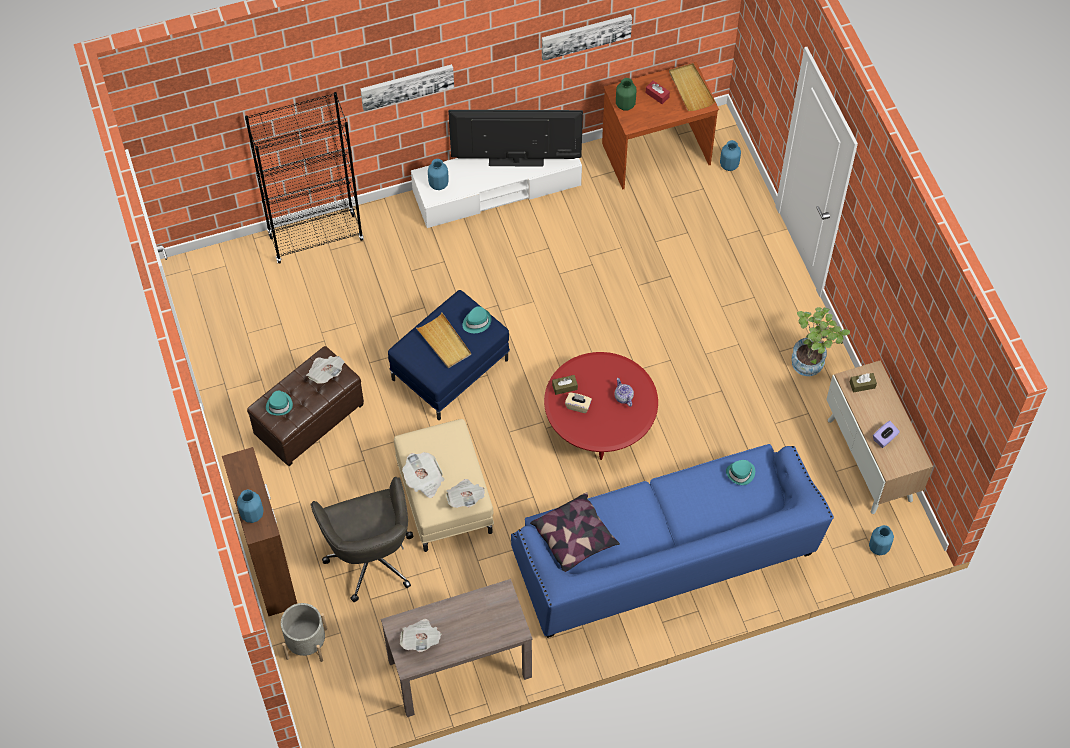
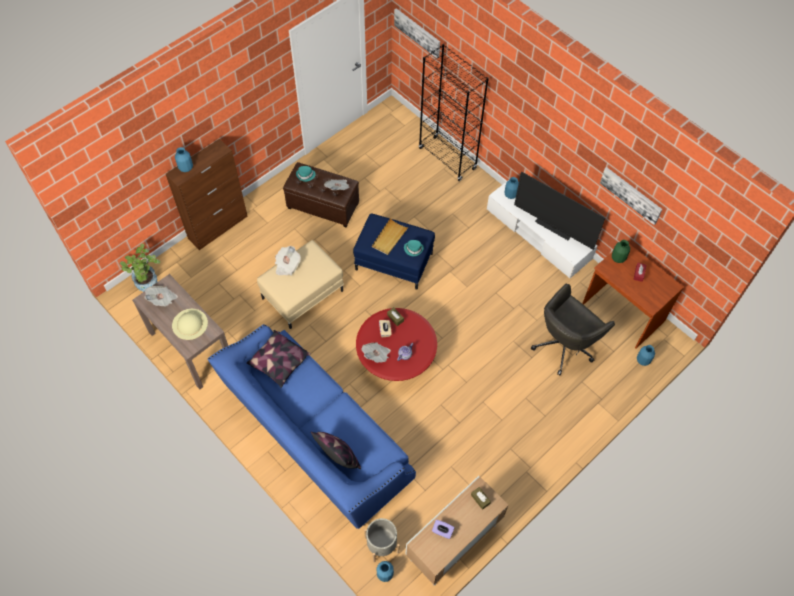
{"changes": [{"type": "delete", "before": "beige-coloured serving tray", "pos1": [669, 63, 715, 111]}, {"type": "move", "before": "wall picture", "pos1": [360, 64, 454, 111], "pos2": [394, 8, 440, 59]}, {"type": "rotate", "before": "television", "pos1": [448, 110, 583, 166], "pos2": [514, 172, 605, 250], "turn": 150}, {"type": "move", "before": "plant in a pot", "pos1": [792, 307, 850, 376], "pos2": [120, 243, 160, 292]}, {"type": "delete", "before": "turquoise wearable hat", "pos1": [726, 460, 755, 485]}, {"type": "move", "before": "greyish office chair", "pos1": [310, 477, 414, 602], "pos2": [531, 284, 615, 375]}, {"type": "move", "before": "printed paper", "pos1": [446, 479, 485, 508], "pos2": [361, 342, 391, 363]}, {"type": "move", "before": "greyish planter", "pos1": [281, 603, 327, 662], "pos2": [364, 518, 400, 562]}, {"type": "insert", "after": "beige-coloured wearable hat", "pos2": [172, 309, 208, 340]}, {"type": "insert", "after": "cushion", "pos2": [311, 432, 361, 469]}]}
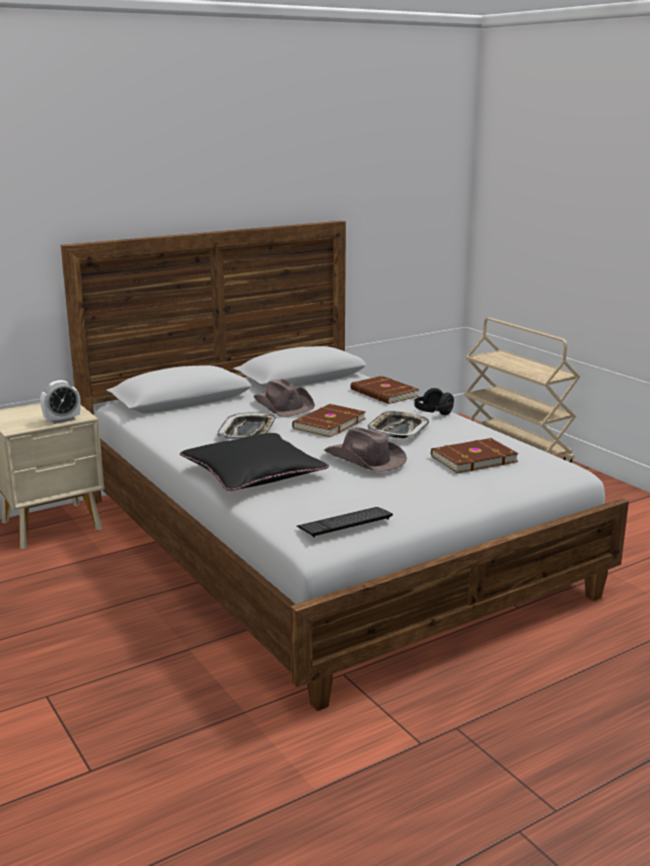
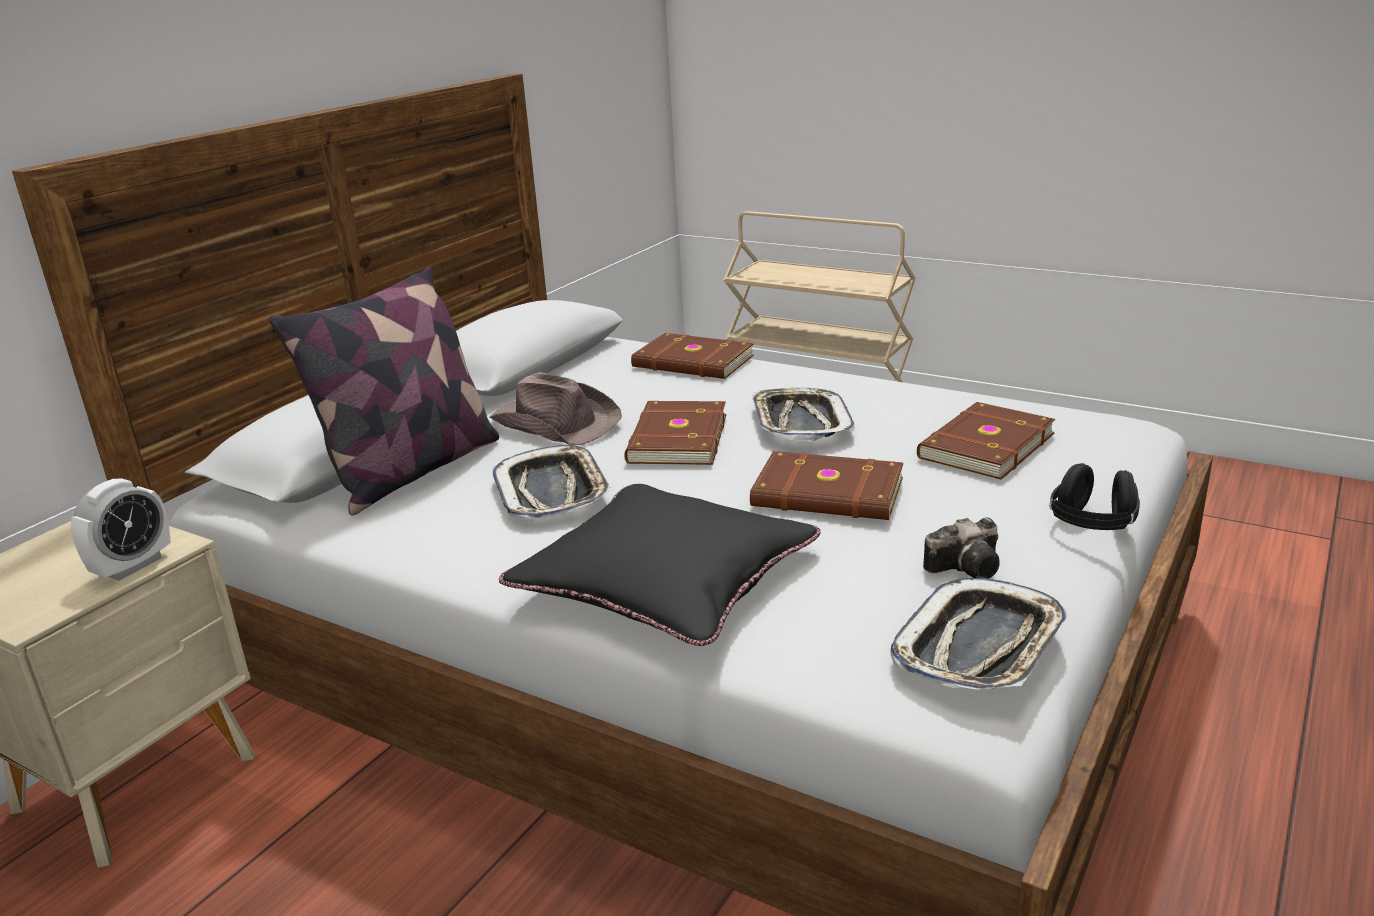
{"changes": [{"type": "move", "before": "black-coloured headphones", "pos1": [414, 388, 454, 415], "pos2": [1049, 463, 1140, 530]}, {"type": "replace", "before": "brownish wearable hat", "after": "brownish book", "pos1": [324, 427, 407, 472], "pos2": [750, 451, 903, 520]}, {"type": "replace", "before": "keyboard", "after": "serving tray", "pos1": [297, 507, 393, 538], "pos2": [890, 578, 1067, 690]}, {"type": "insert", "after": "cushion", "pos2": [269, 267, 499, 515]}, {"type": "insert", "after": "still camera", "pos2": [923, 517, 999, 579]}]}
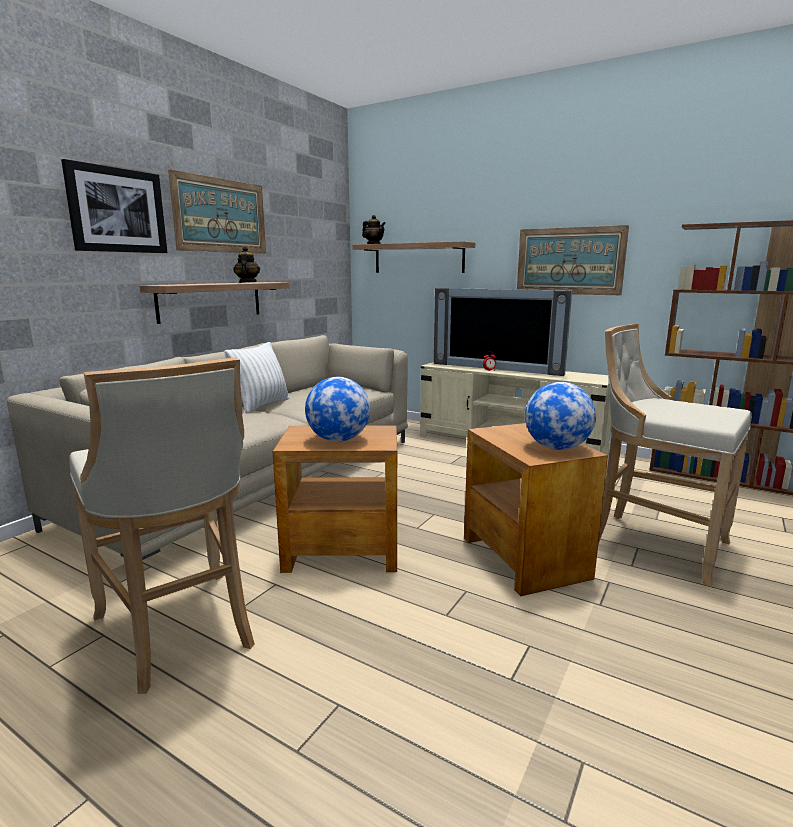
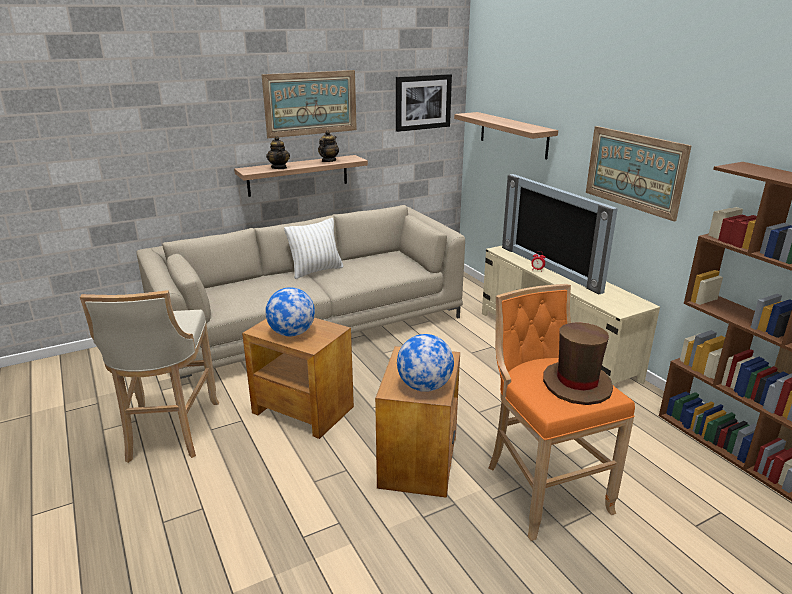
{"changes": [{"type": "move", "before": "wall picture", "pos1": [61, 159, 167, 253], "pos2": [396, 74, 452, 132]}, {"type": "move", "before": "teapot", "pos1": [362, 215, 386, 244], "pos2": [266, 136, 290, 169]}, {"type": "recolor", "before": "beige-coloured stool", "after": "orangey stool", "pos1": [599, 324, 752, 587], "pos2": [488, 284, 635, 541]}, {"type": "insert", "after": "brownish wearable hat", "pos2": [543, 322, 613, 405]}]}
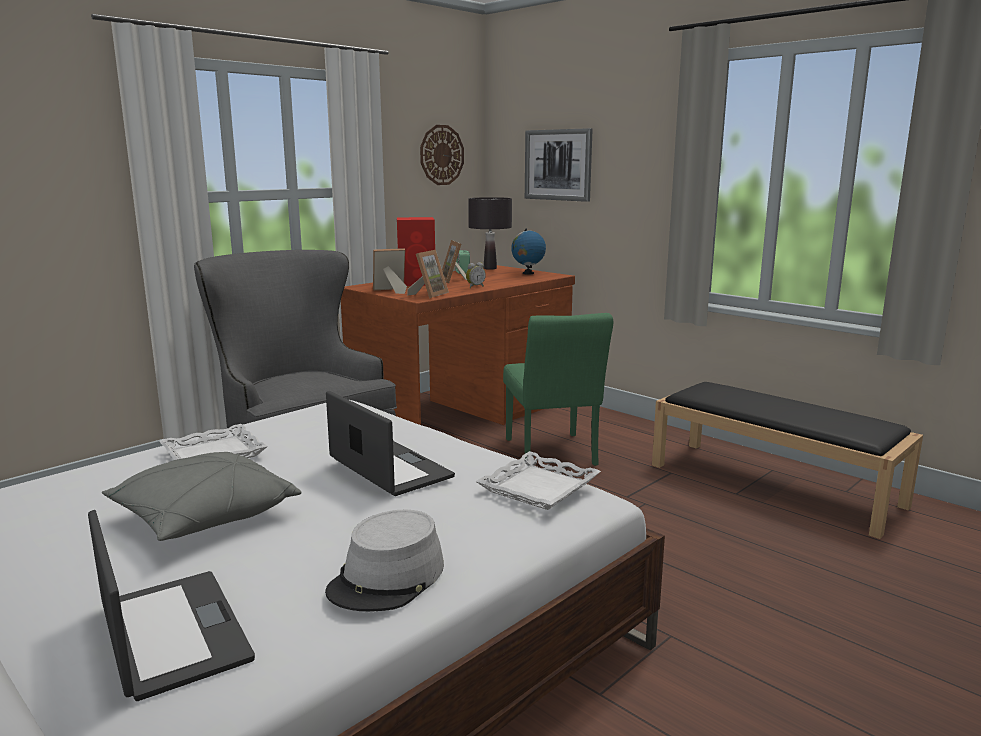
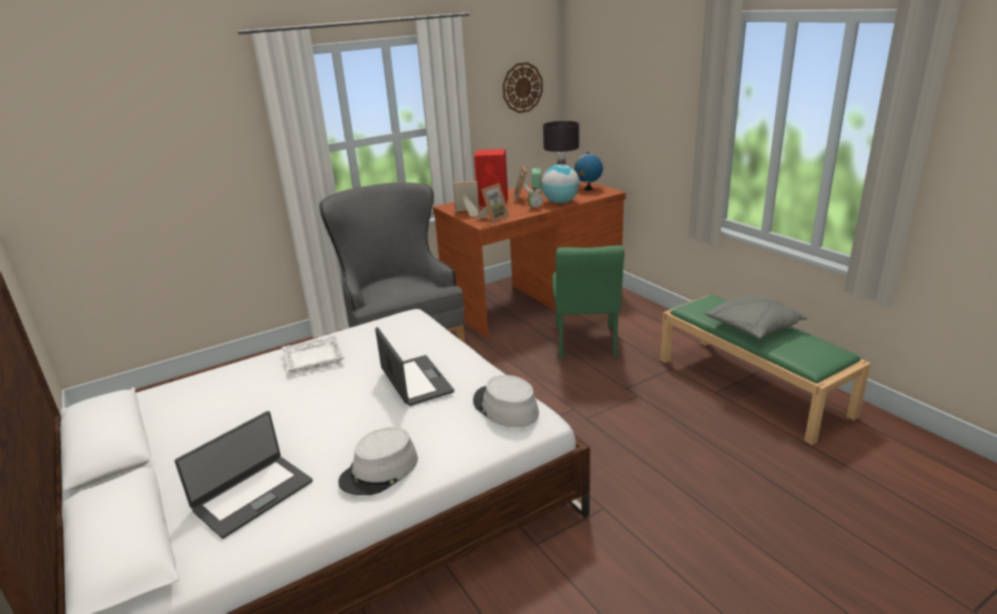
{"changes": [{"type": "delete", "before": "wall picture", "pos1": [525, 128, 593, 202]}, {"type": "recolor", "before": "black-coloured indoor bench", "after": "green-coloured indoor bench", "pos1": [652, 382, 923, 539], "pos2": [660, 295, 871, 445]}, {"type": "replace", "before": "whitish serving tray", "after": "greyish wearable hat", "pos1": [475, 451, 601, 510], "pos2": [473, 375, 539, 427]}, {"type": "move", "before": "greyish cushion", "pos1": [102, 452, 301, 541], "pos2": [704, 294, 807, 339]}, {"type": "rotate", "before": "portable computer", "pos1": [88, 510, 255, 701], "pos2": [175, 411, 313, 539], "turn": 60}, {"type": "insert", "after": "world globe", "pos2": [541, 164, 580, 203]}]}
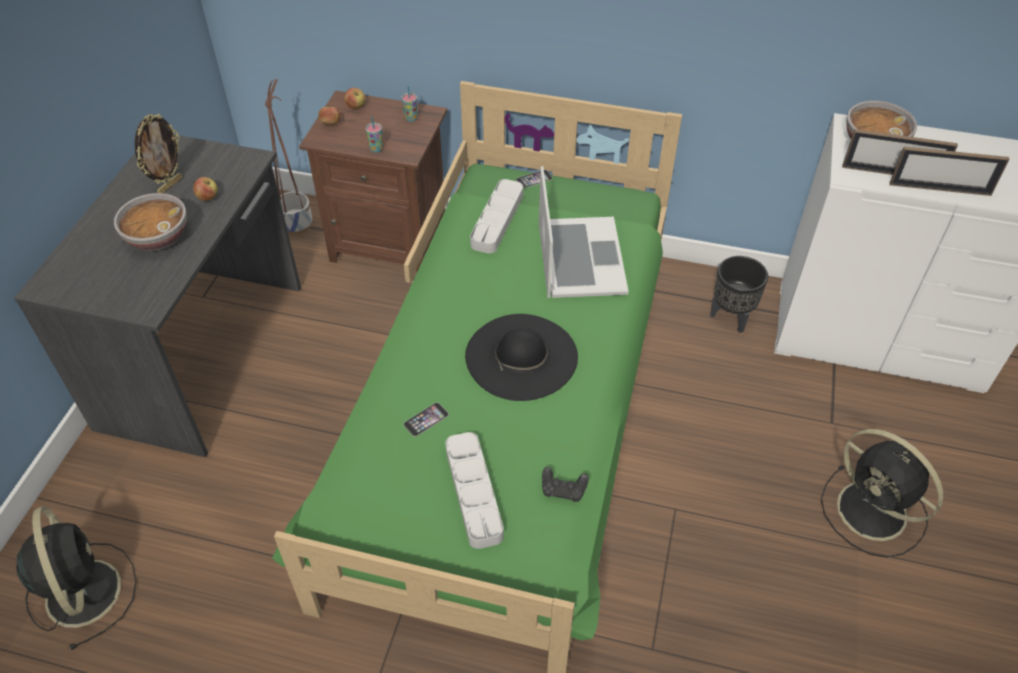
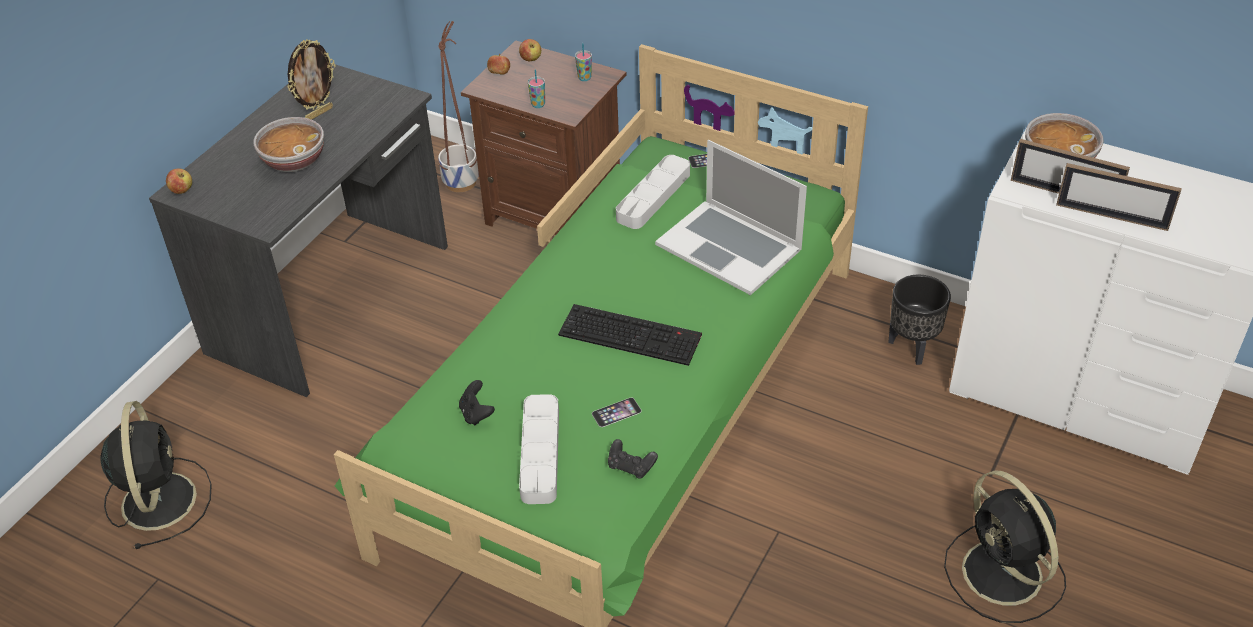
{"changes": [{"type": "rotate", "before": "portable computer", "pos1": [539, 166, 629, 298], "pos2": [655, 140, 807, 295], "turn": 120}, {"type": "move", "before": "apple", "pos1": [193, 177, 218, 201], "pos2": [166, 168, 192, 194]}, {"type": "replace", "before": "black-coloured wearable hat", "after": "keyboard", "pos1": [465, 314, 578, 401], "pos2": [558, 304, 702, 366]}, {"type": "move", "before": "phone", "pos1": [403, 402, 449, 437], "pos2": [592, 397, 641, 427]}, {"type": "insert", "after": "black-coloured game controller", "pos2": [459, 380, 495, 425]}]}
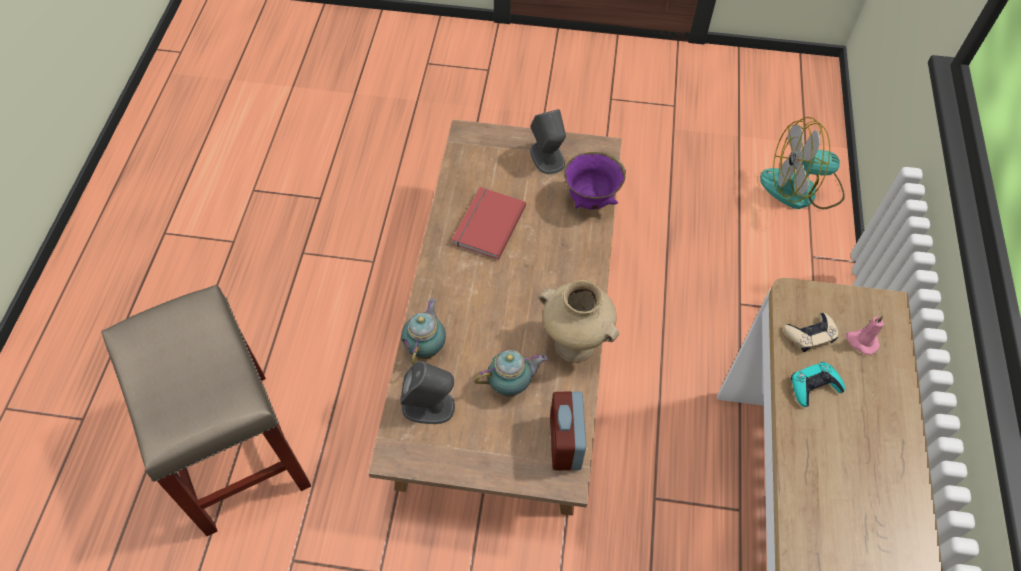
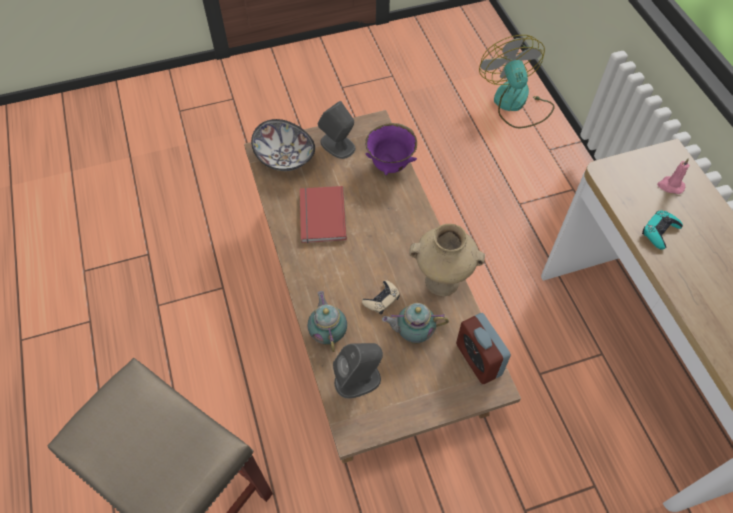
{"changes": [{"type": "rotate", "before": "fan", "pos1": [760, 117, 845, 209], "pos2": [479, 35, 555, 128], "turn": 105}, {"type": "move", "before": "beige-coloured game controller", "pos1": [784, 313, 838, 352], "pos2": [362, 280, 400, 314]}, {"type": "rotate", "before": "teapot", "pos1": [474, 350, 548, 396], "pos2": [382, 303, 449, 344], "turn": -135}, {"type": "insert", "after": "serving bowl", "pos2": [251, 119, 315, 171]}]}
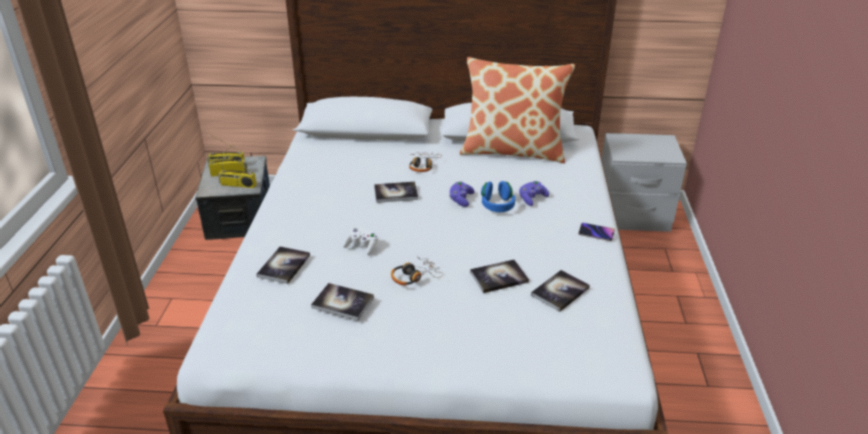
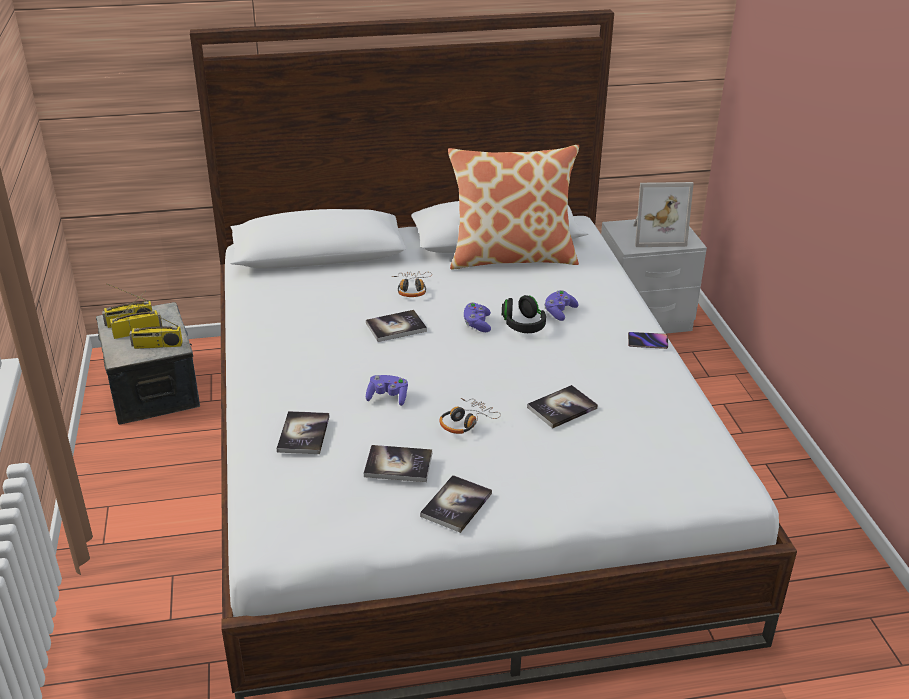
{"changes": [{"type": "recolor", "before": "bluish headphones", "after": "black-coloured headphones", "pos1": [481, 181, 515, 212], "pos2": [502, 295, 546, 333]}, {"type": "recolor", "before": "whitish game controller", "after": "purple-coloured game controller", "pos1": [343, 228, 378, 255], "pos2": [366, 375, 408, 406]}, {"type": "move", "before": "book", "pos1": [531, 270, 590, 312], "pos2": [420, 475, 492, 533]}, {"type": "insert", "after": "picture frame", "pos2": [633, 182, 694, 247]}]}
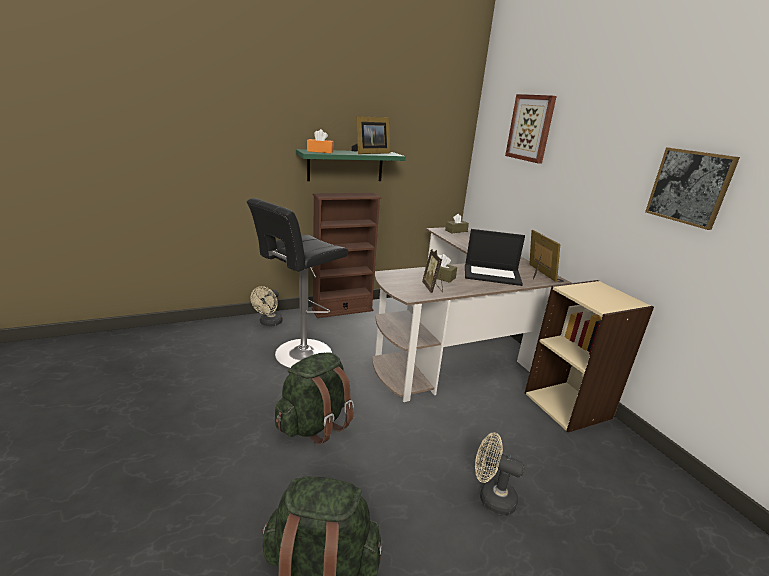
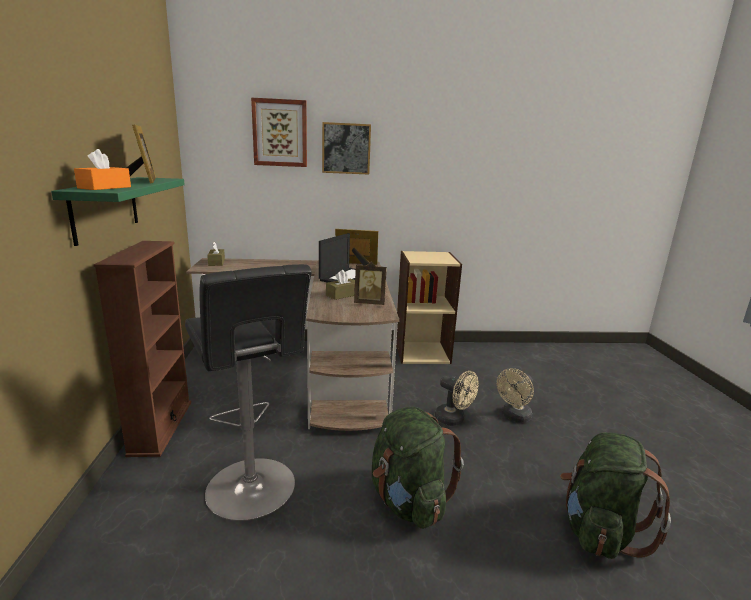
{"changes": [{"type": "move", "before": "wall picture", "pos1": [645, 147, 740, 230], "pos2": [322, 122, 371, 175]}, {"type": "move", "before": "beige-coloured fan", "pos1": [251, 286, 283, 327], "pos2": [435, 371, 479, 426]}]}
